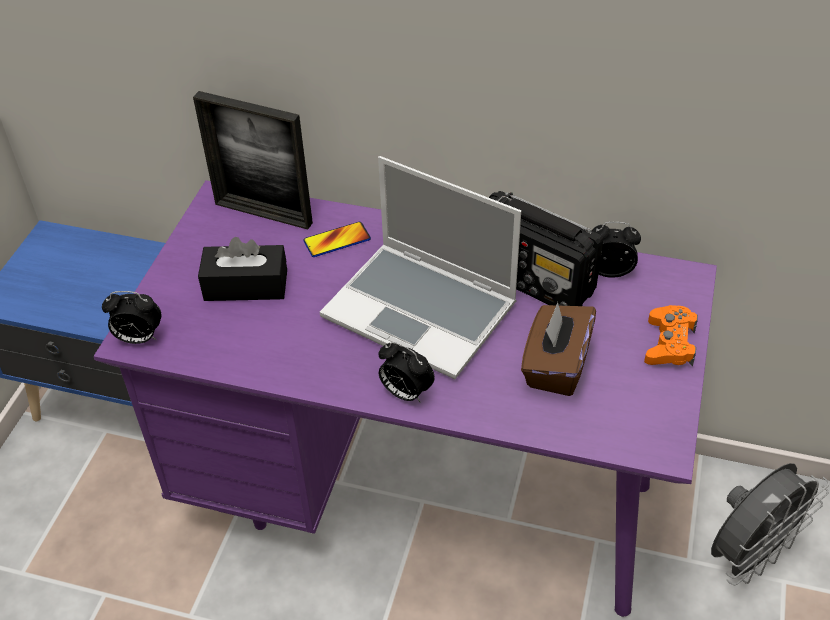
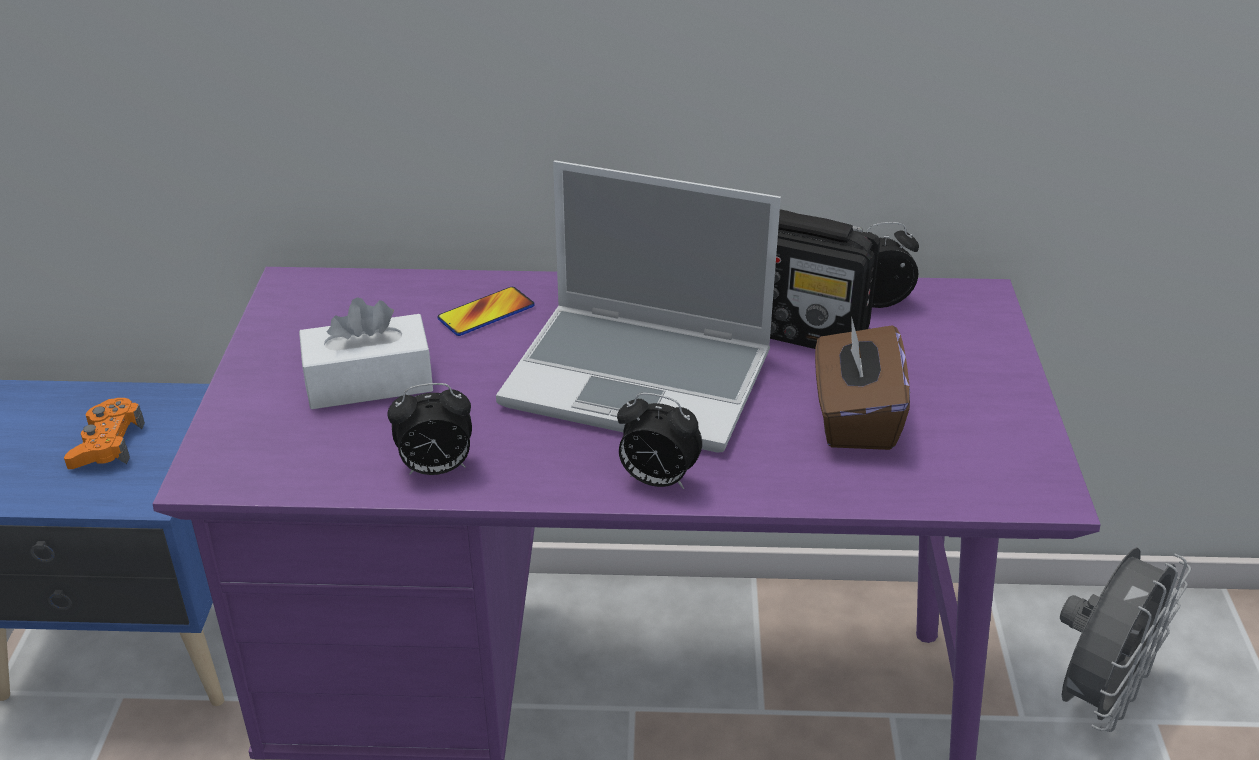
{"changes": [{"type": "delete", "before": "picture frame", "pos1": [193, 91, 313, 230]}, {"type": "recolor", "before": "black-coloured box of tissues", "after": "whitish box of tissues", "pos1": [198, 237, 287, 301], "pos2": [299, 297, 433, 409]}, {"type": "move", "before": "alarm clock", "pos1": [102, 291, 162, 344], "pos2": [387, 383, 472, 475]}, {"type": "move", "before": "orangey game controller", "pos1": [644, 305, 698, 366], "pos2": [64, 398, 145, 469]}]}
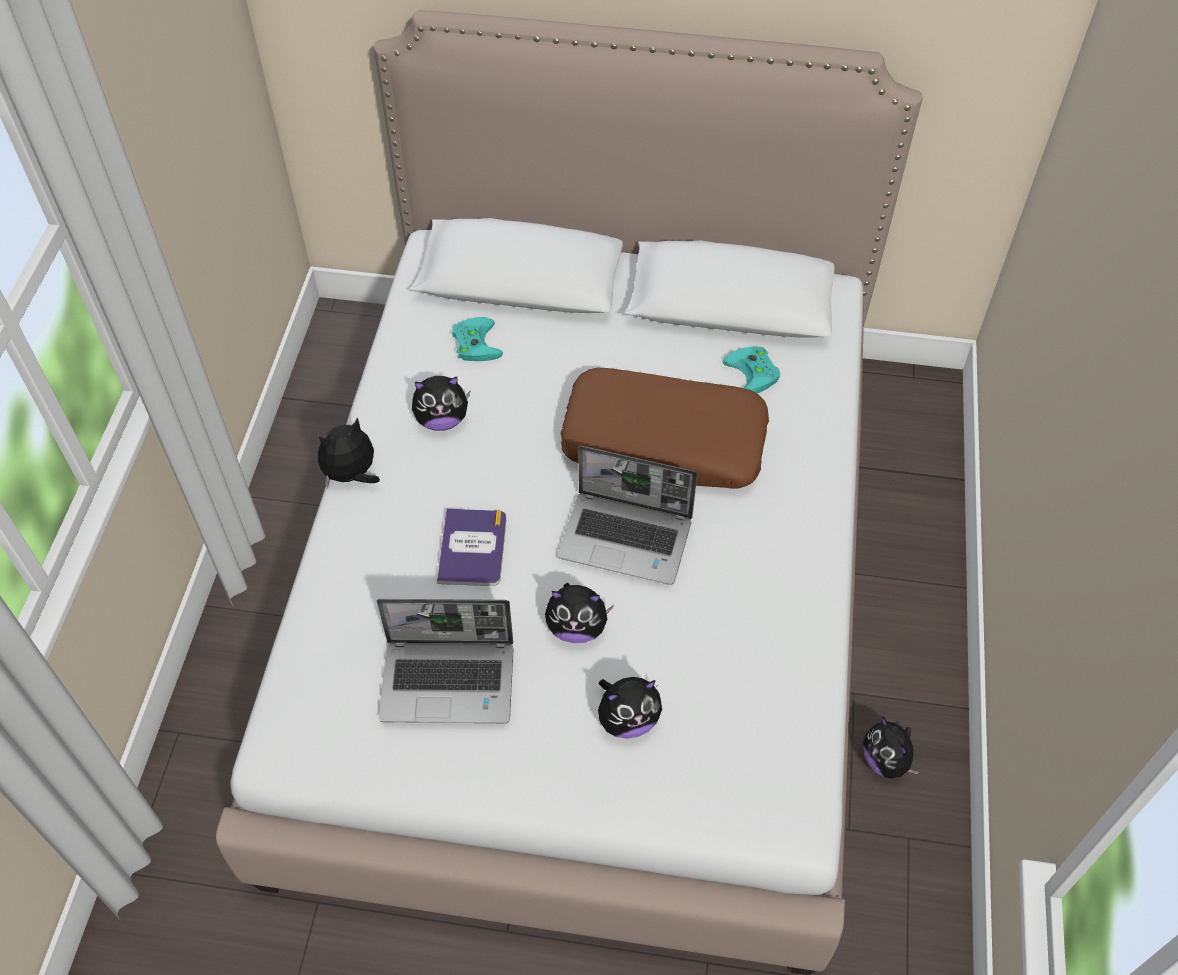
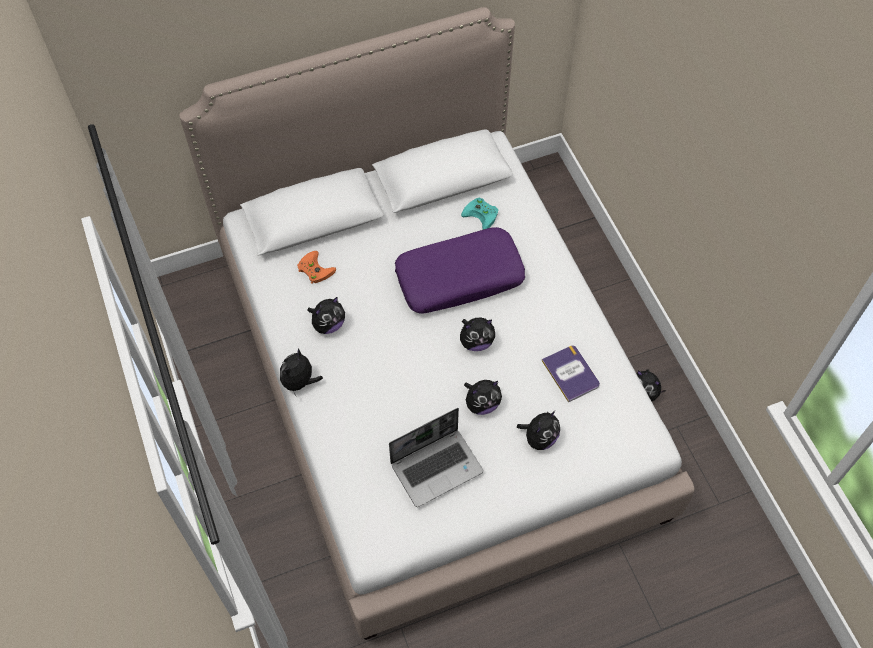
{"changes": [{"type": "recolor", "before": "turquoise game controller", "after": "orangey game controller", "pos1": [452, 317, 503, 361], "pos2": [297, 251, 336, 284]}, {"type": "recolor", "before": "brownish cushion", "after": "purple-coloured cushion", "pos1": [561, 368, 769, 489], "pos2": [395, 227, 525, 314]}, {"type": "replace", "before": "portable computer", "after": "cuddly toy", "pos1": [557, 446, 697, 585], "pos2": [460, 317, 495, 351]}, {"type": "move", "before": "book", "pos1": [437, 509, 506, 586], "pos2": [542, 345, 600, 402]}]}
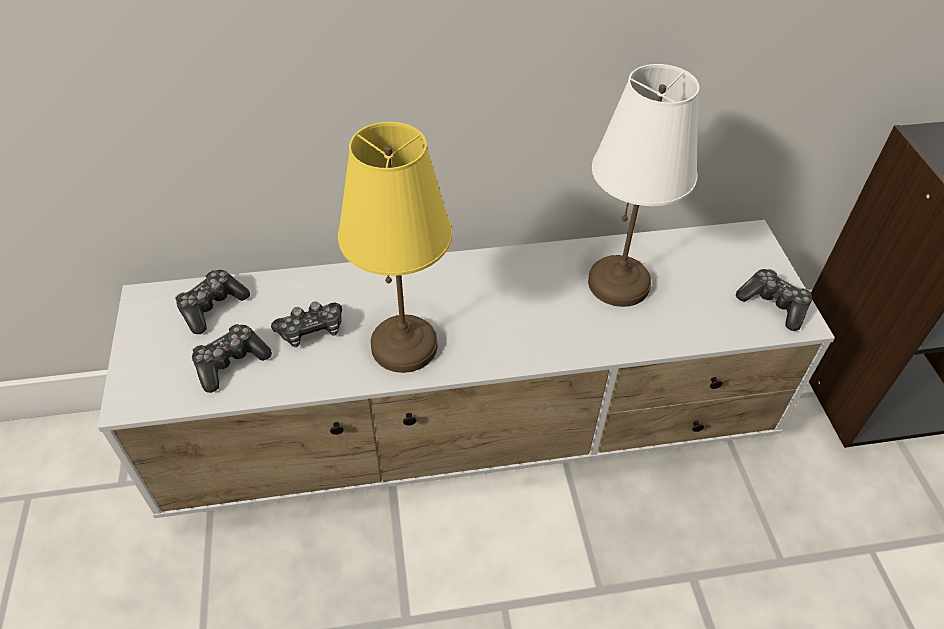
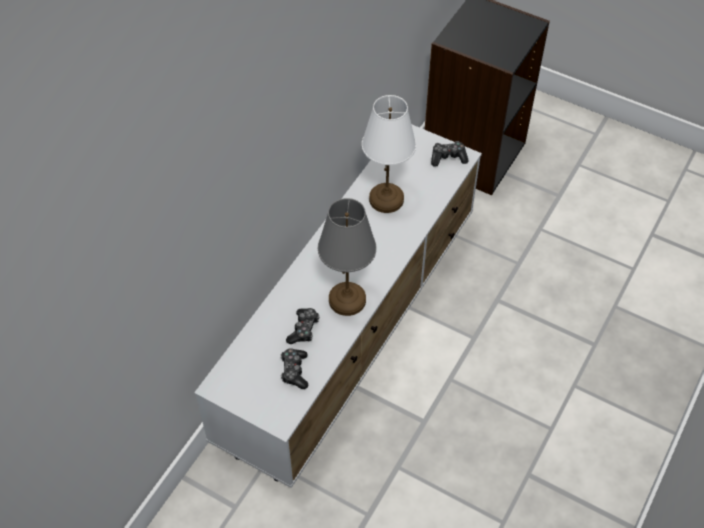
{"changes": [{"type": "recolor", "before": "yellowish tabletop lamp", "after": "greyish tabletop lamp", "pos1": [338, 122, 452, 373], "pos2": [318, 198, 377, 316]}, {"type": "delete", "before": "game controller", "pos1": [175, 270, 250, 334]}]}
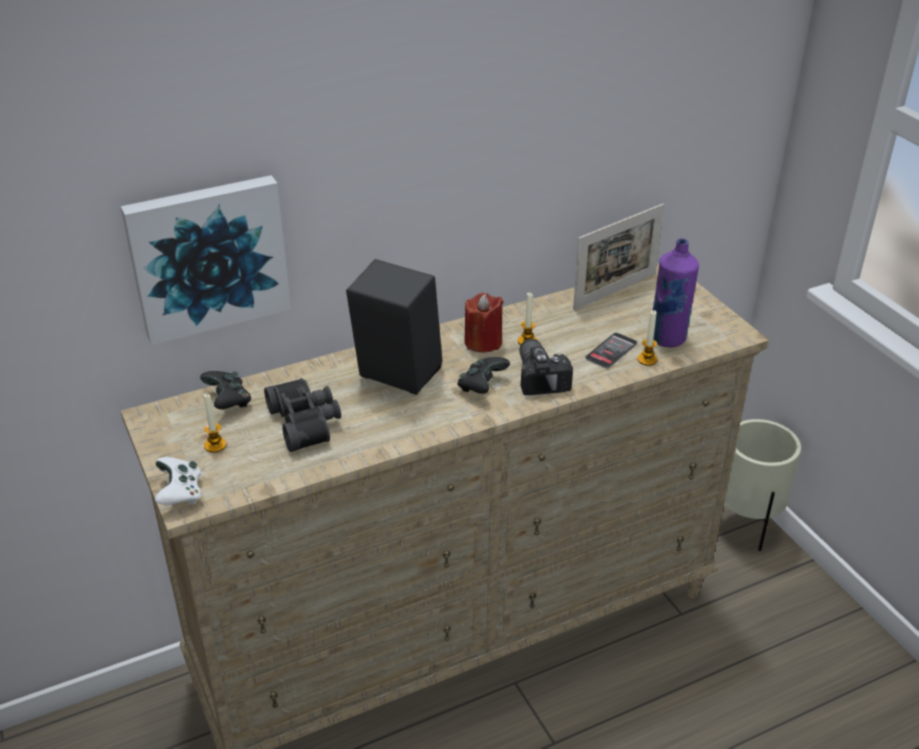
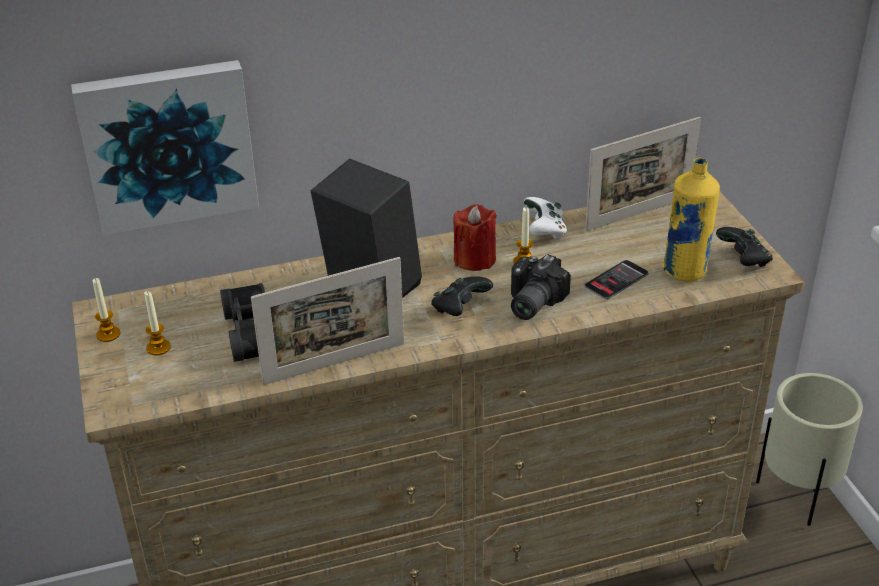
{"changes": [{"type": "recolor", "before": "purple-coloured drink bottle", "after": "yellowish drink bottle", "pos1": [653, 238, 699, 347], "pos2": [663, 157, 720, 281]}, {"type": "move", "before": "wax candle", "pos1": [637, 310, 658, 366], "pos2": [93, 278, 120, 342]}, {"type": "rotate", "before": "still camera", "pos1": [519, 339, 573, 395], "pos2": [511, 254, 571, 320], "turn": -150}, {"type": "move", "before": "black-coloured game controller", "pos1": [200, 371, 251, 409], "pos2": [716, 227, 773, 267]}, {"type": "move", "before": "whitish game controller", "pos1": [155, 457, 201, 505], "pos2": [524, 197, 567, 239]}, {"type": "insert", "after": "picture frame", "pos2": [251, 257, 404, 385]}]}
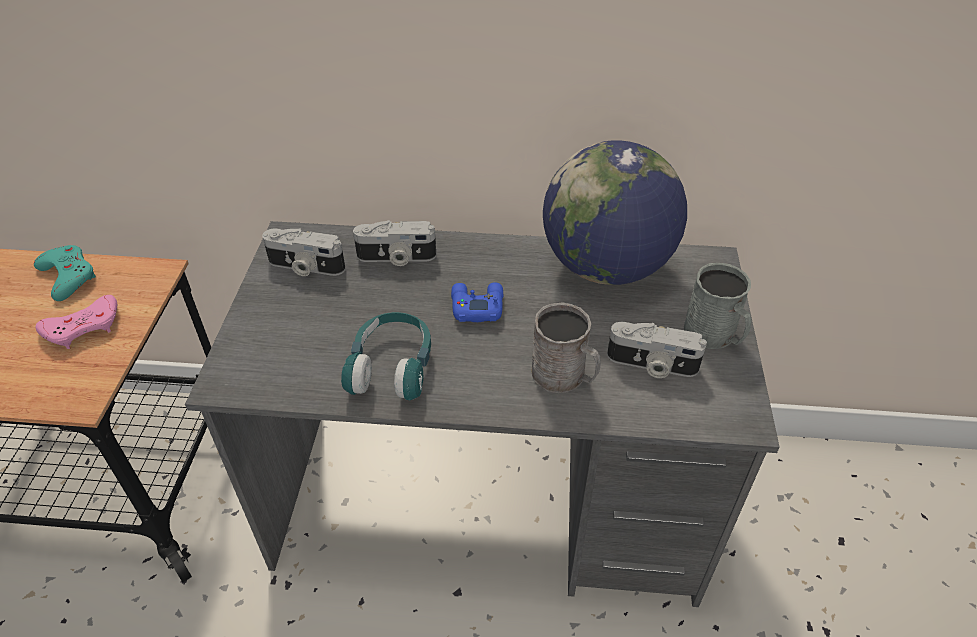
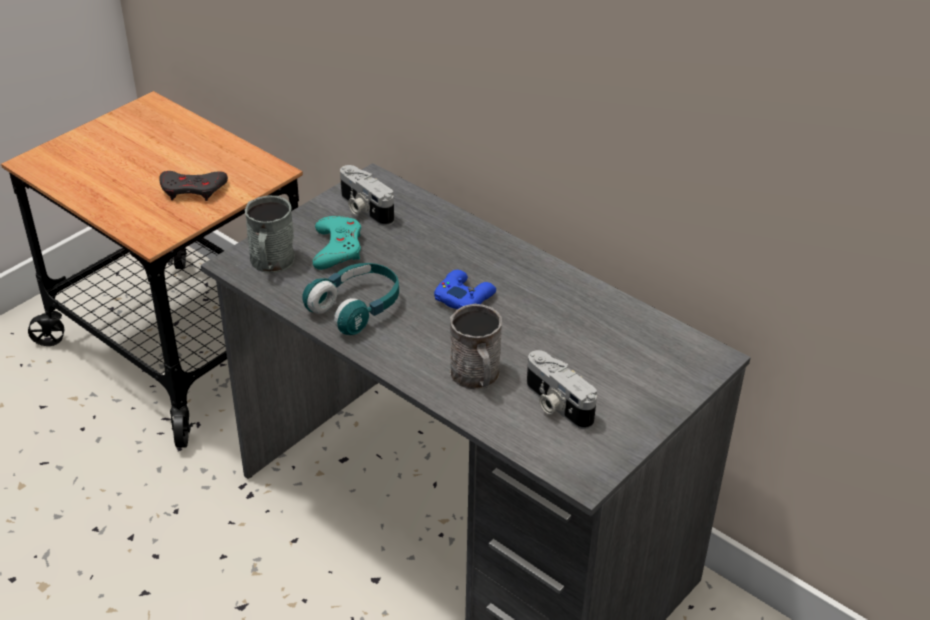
{"changes": [{"type": "delete", "before": "world globe", "pos1": [543, 140, 687, 285]}, {"type": "delete", "before": "still camera", "pos1": [353, 220, 436, 266]}, {"type": "move", "before": "turquoise game controller", "pos1": [34, 245, 96, 301], "pos2": [312, 216, 361, 270]}, {"type": "move", "before": "greyish tea mug", "pos1": [684, 263, 752, 349], "pos2": [245, 196, 295, 273]}, {"type": "recolor", "before": "pink game controller", "after": "greyish game controller", "pos1": [36, 295, 117, 349], "pos2": [159, 171, 228, 201]}]}
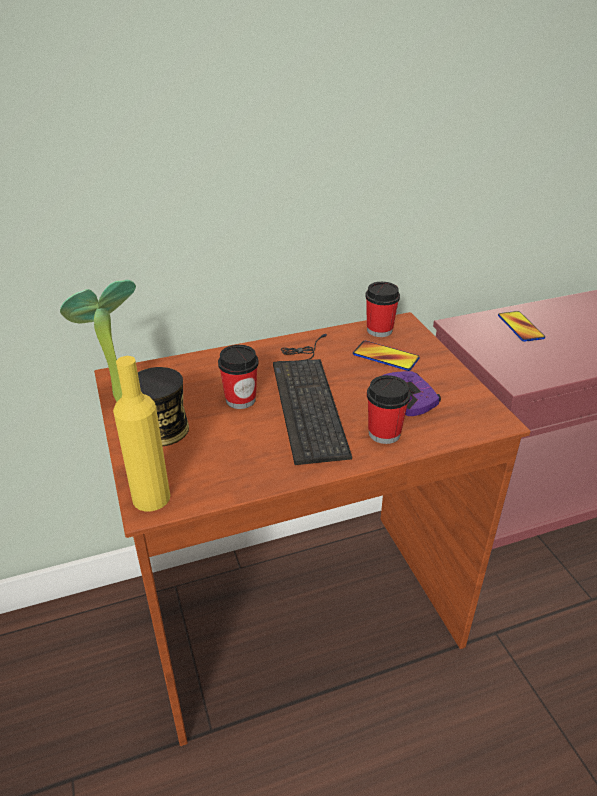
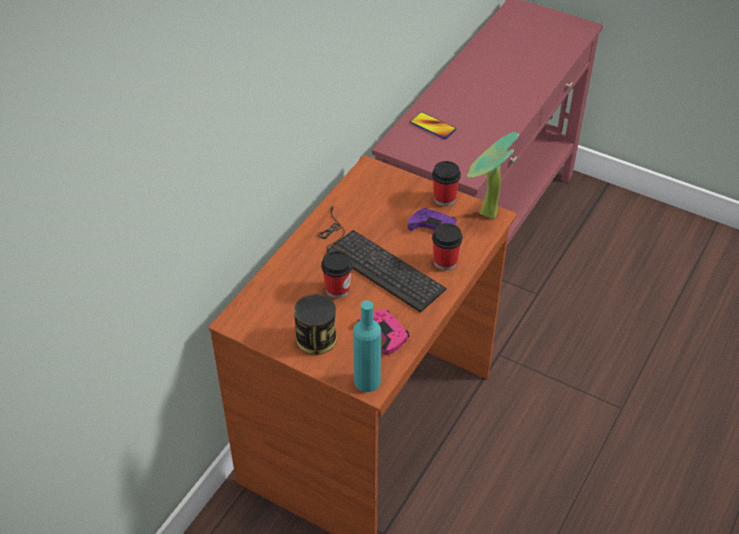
{"changes": [{"type": "move", "before": "plant in a pot", "pos1": [60, 280, 136, 402], "pos2": [467, 132, 519, 219]}, {"type": "move", "before": "small cup", "pos1": [365, 282, 400, 337], "pos2": [432, 161, 461, 206]}, {"type": "delete", "before": "phone", "pos1": [353, 341, 420, 371]}, {"type": "recolor", "before": "yellowish drink bottle", "after": "turquoise drink bottle", "pos1": [113, 356, 170, 511], "pos2": [353, 300, 381, 392]}, {"type": "insert", "after": "pink game controller", "pos2": [358, 309, 409, 355]}]}
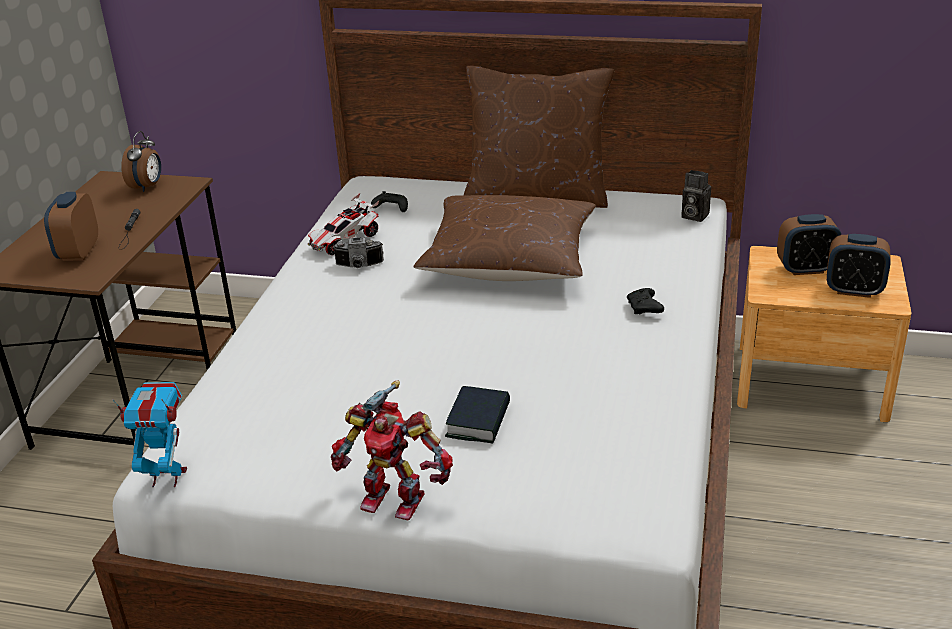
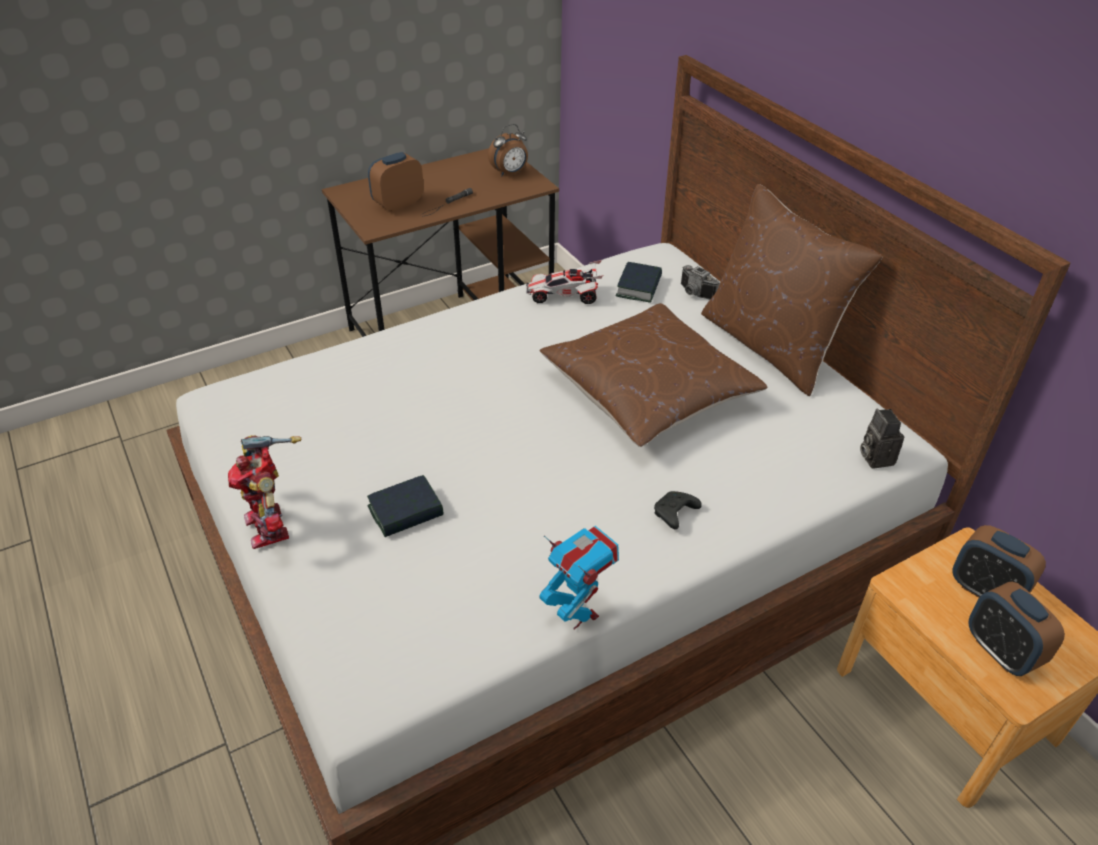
{"changes": [{"type": "replace", "before": "black-coloured game controller", "after": "book", "pos1": [371, 191, 408, 212], "pos2": [616, 262, 662, 303]}, {"type": "move", "before": "still camera", "pos1": [333, 237, 384, 268], "pos2": [681, 265, 720, 299]}, {"type": "move", "before": "robot figure", "pos1": [112, 382, 187, 487], "pos2": [539, 526, 619, 629]}]}
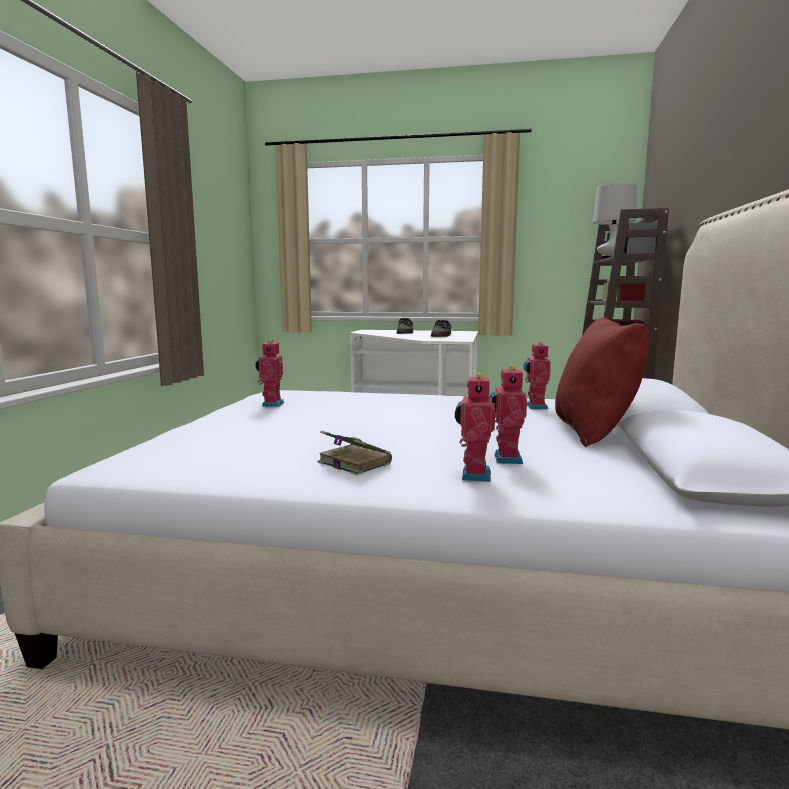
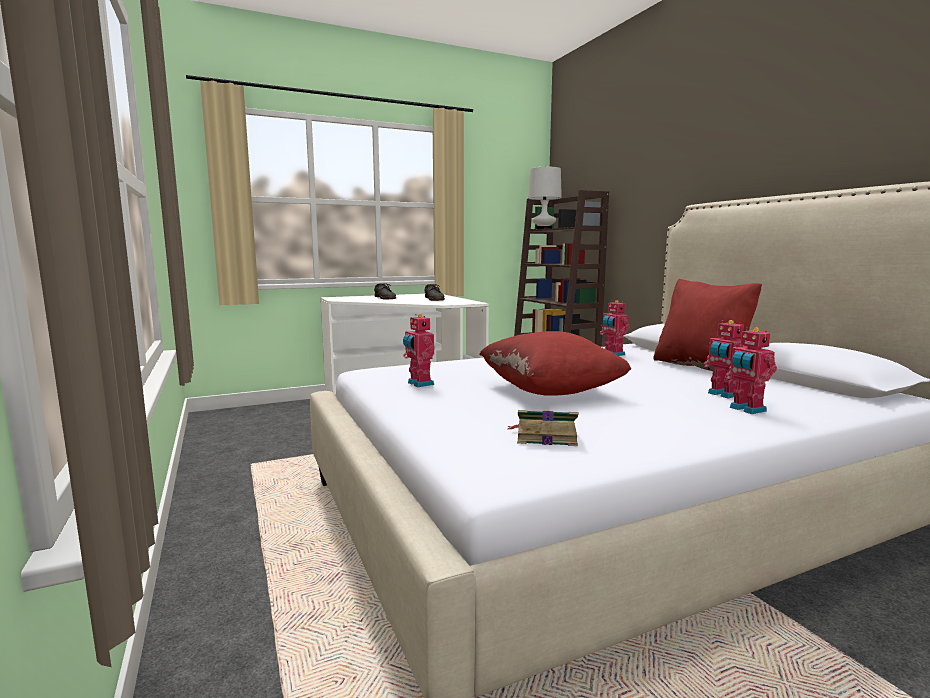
{"changes": [{"type": "move", "before": "book", "pos1": [318, 431, 392, 475], "pos2": [508, 410, 579, 446]}, {"type": "insert", "after": "red cushion", "pos2": [479, 331, 631, 396]}]}
